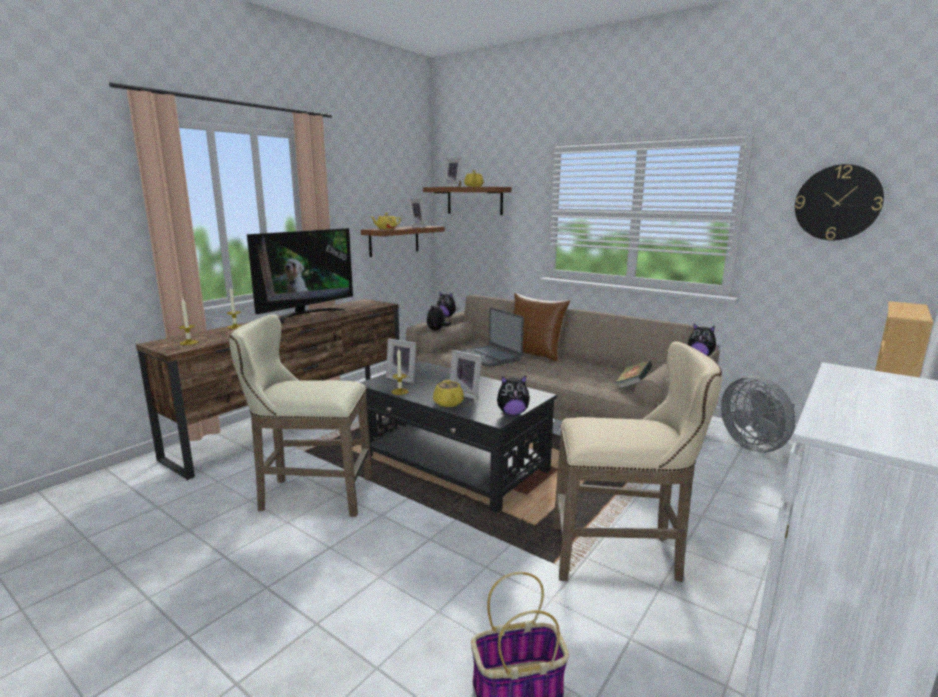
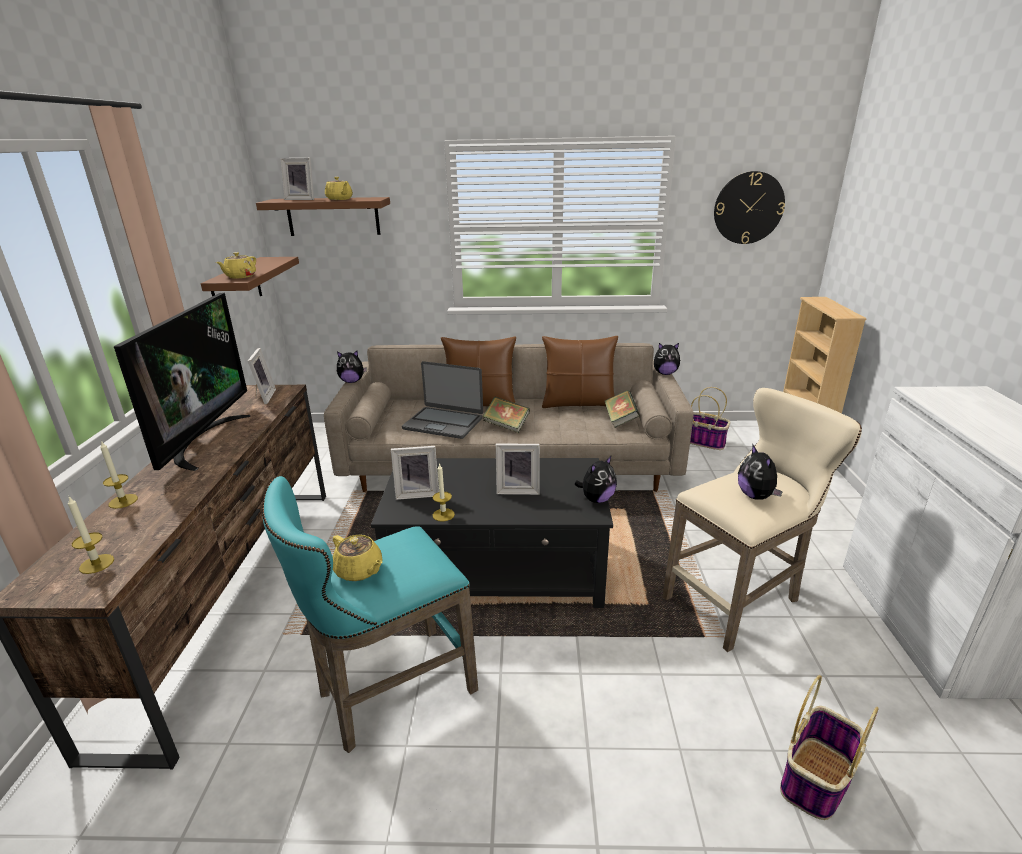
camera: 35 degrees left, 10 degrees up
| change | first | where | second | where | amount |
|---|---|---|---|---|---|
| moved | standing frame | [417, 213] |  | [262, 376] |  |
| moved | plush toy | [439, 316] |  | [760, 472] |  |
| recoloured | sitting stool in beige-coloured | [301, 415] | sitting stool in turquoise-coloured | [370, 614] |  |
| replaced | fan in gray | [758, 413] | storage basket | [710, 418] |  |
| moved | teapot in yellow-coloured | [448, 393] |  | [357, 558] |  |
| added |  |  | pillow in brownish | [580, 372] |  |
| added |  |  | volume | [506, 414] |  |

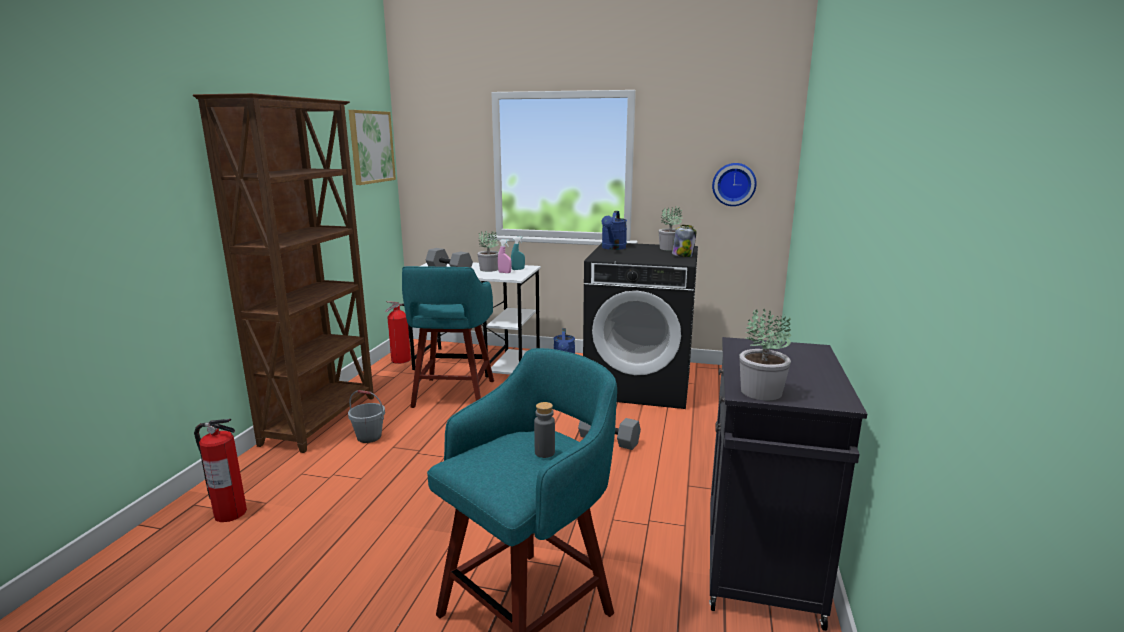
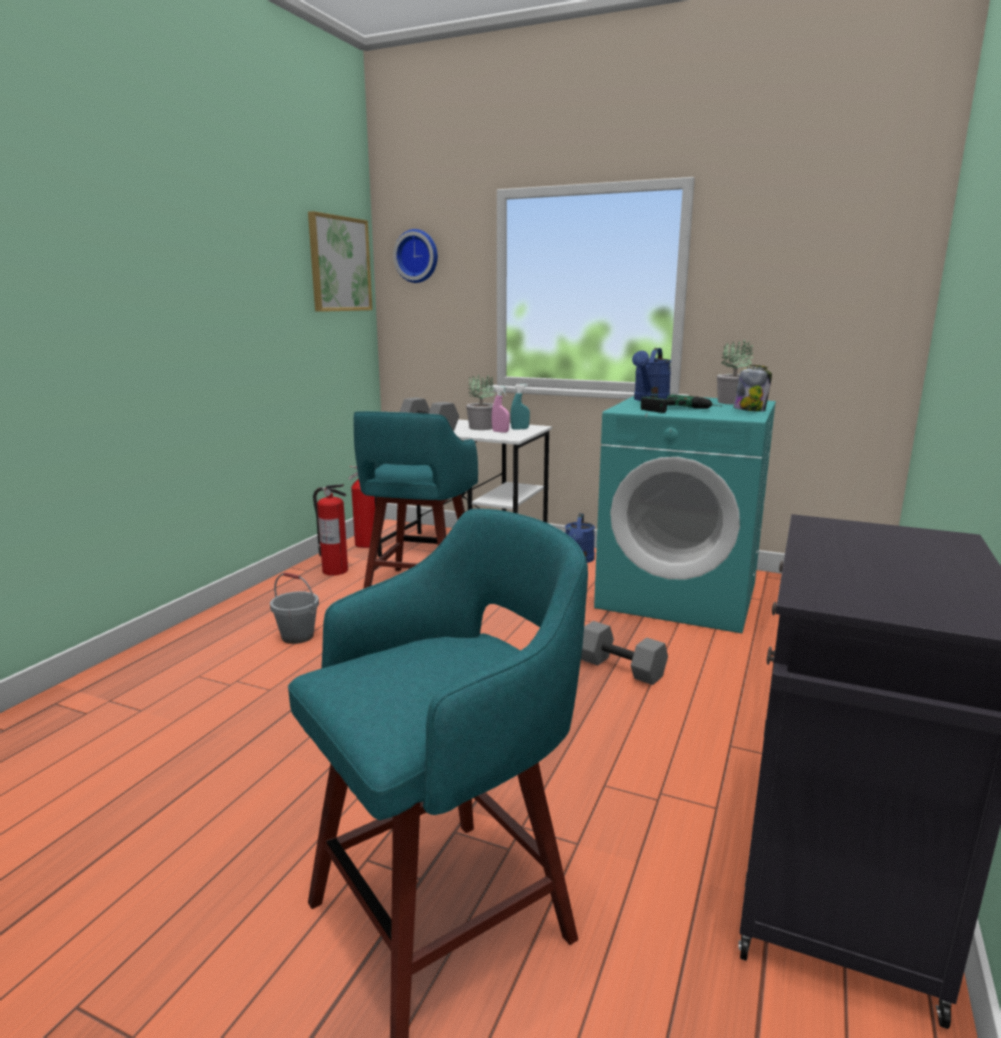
camera: 10 degrees right, 0 degrees up
| change | first | where | second | where | amount |
|---|---|---|---|---|---|
| removed | bookshelf in brownish | [283, 273] |  |  |  |
| moved | clock on the wall | [734, 184] |  | [415, 256] |  |
| recoloured | washing machine in blackish | [640, 326] | washing machine in turquoise-coloured | [685, 514] |  |
| removed | houseplant | [765, 354] |  |  |  |
| removed | drink bottle in gray | [544, 430] |  |  |  |
| moved | extinguisher | [220, 470] |  | [330, 529] |  |
| added |  |  | drill | [680, 403] |  |

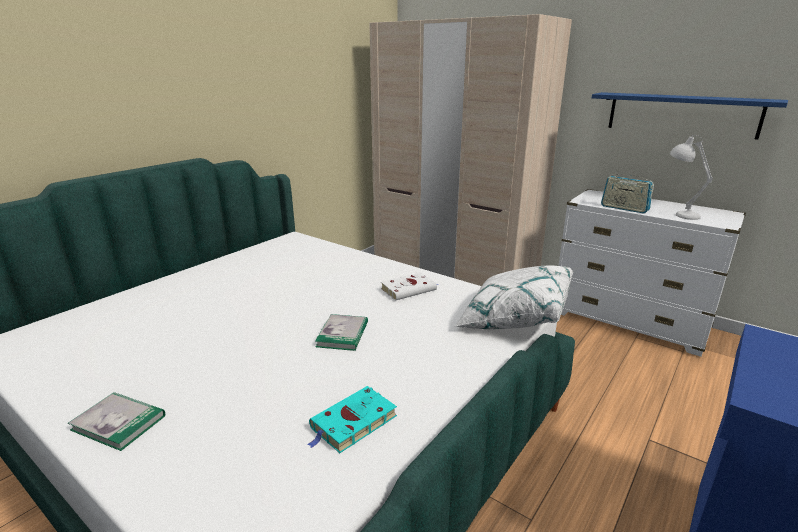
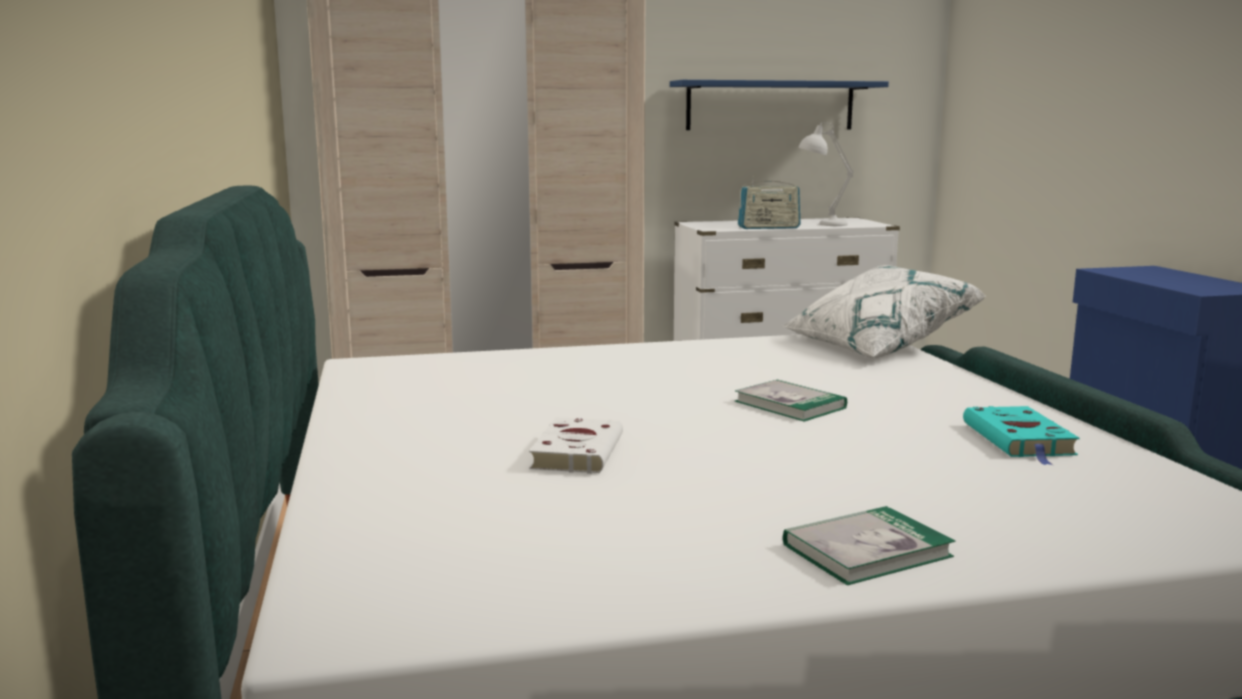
camera: 50 degrees left, 10 degrees down
| change | first | where | second | where | amount |
|---|---|---|---|---|---|
| moved | volume in white | [410, 286] |  | [576, 445] |  |

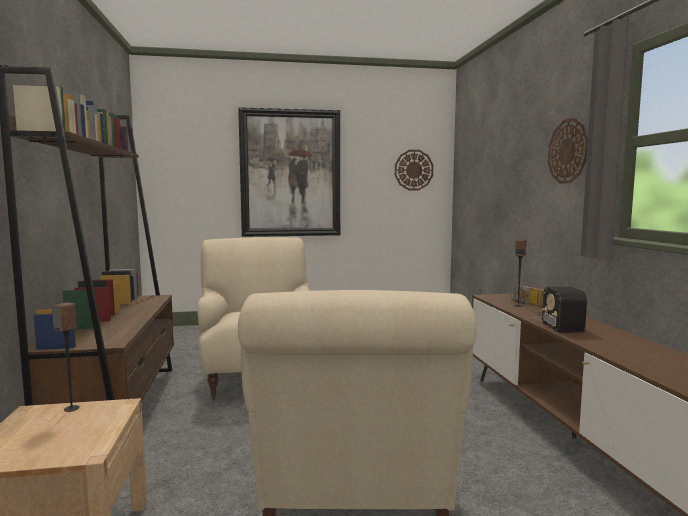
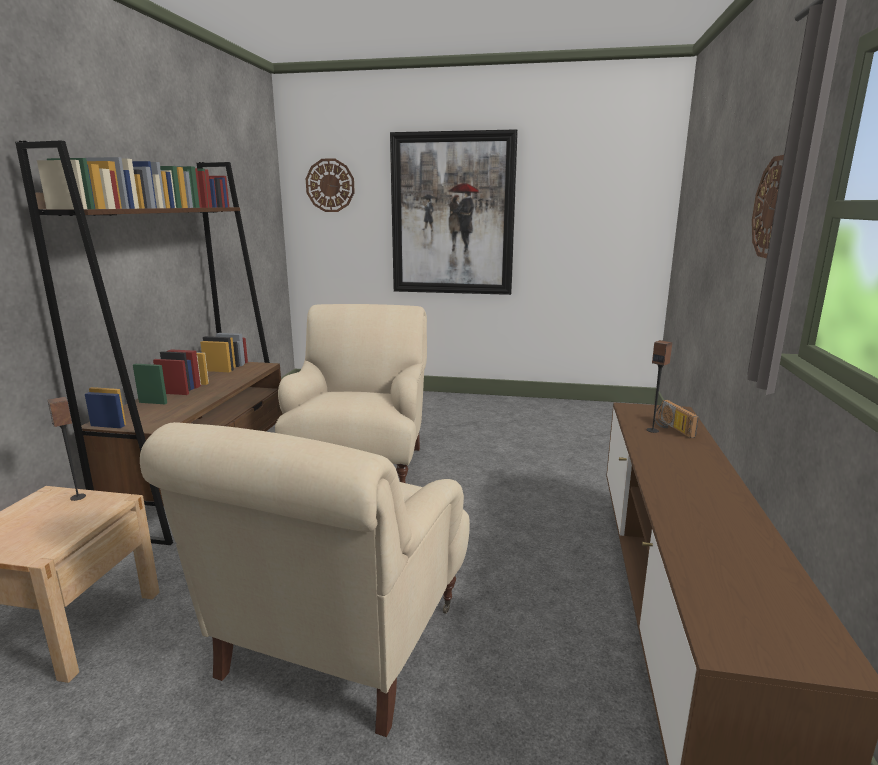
camera: 20 degrees right, 10 degrees up
| change | first | where | second | where | amount |
|---|---|---|---|---|---|
| moved | clock on the wall | [414, 170] |  | [330, 185] |  |
| removed | radio receiver | [560, 310] |  |  |  |

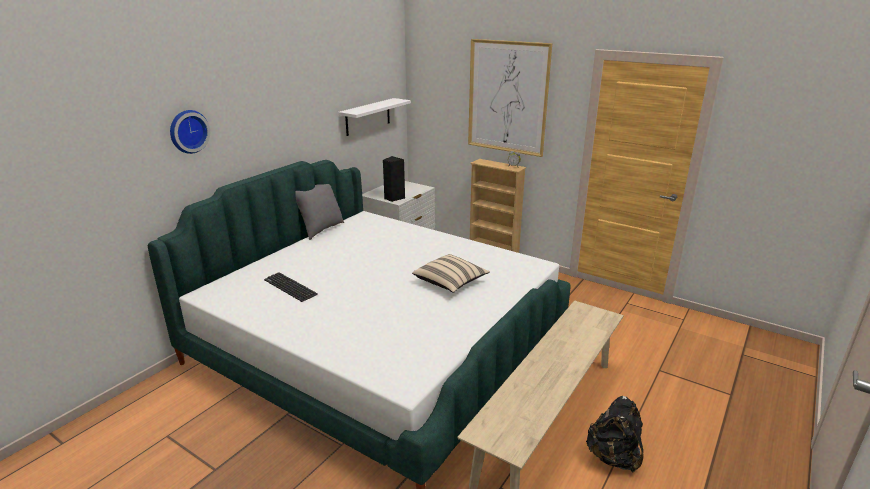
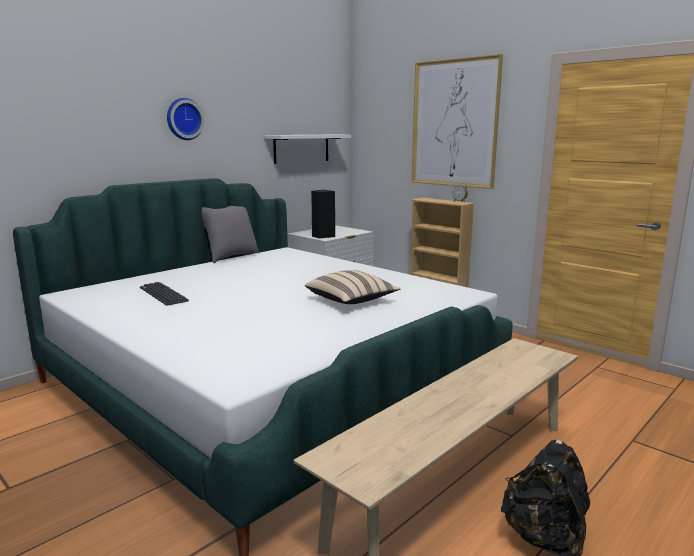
camera: 10 degrees right, 10 degrees down
| change | first | where | second | where | amount |
|---|---|---|---|---|---|
| moved | clock on the wall | [190, 132] |  | [185, 119] |  |

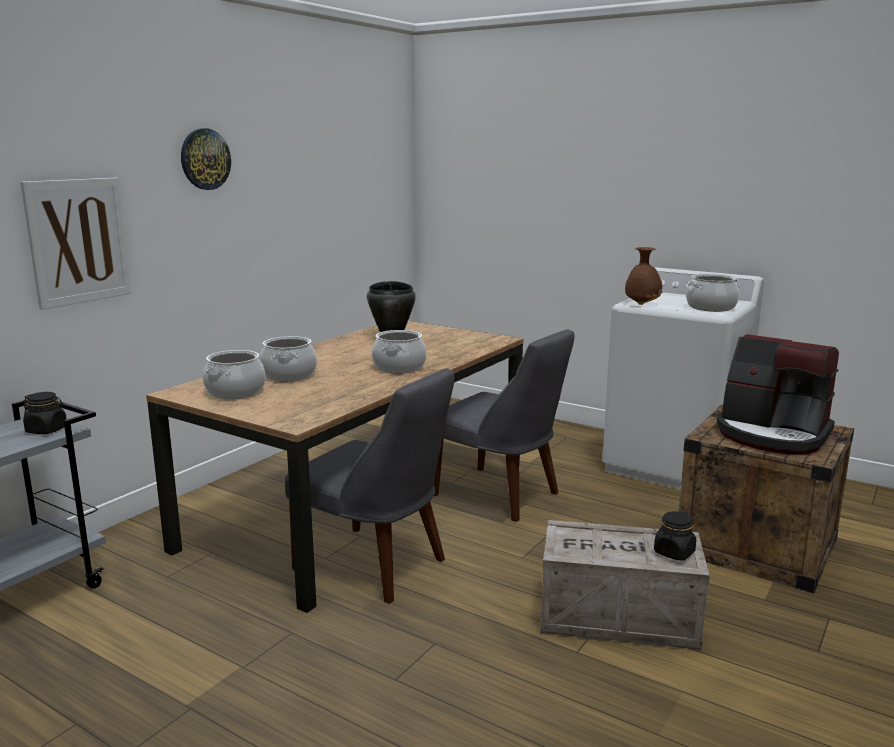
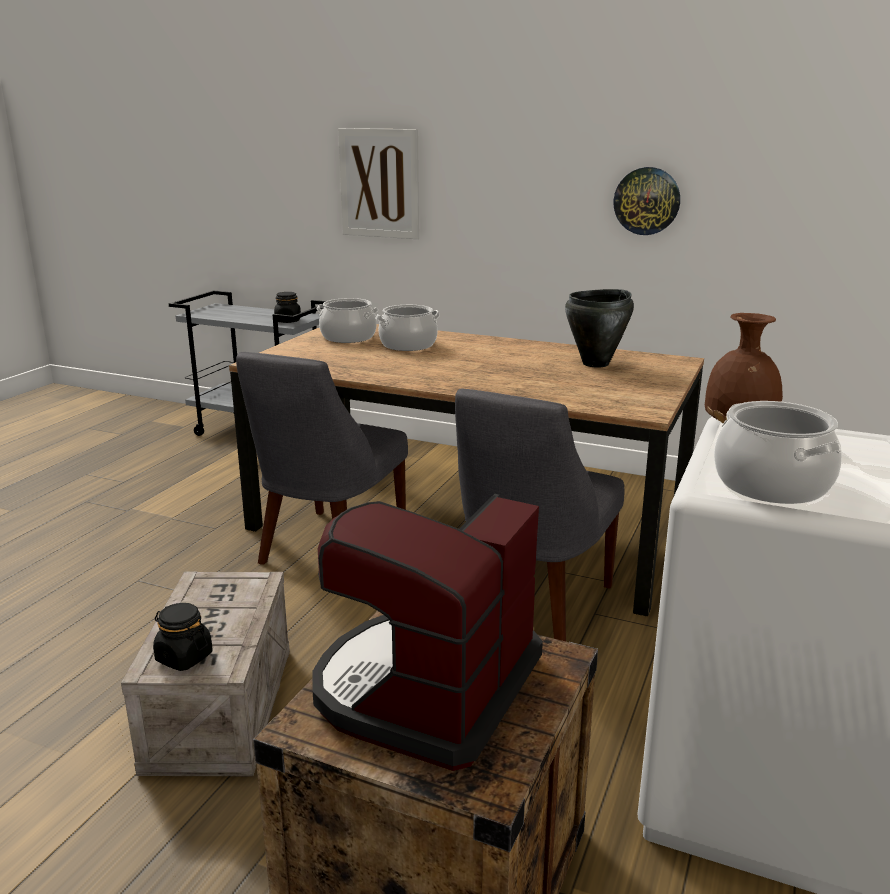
camera: 80 degrees right, 5 degrees up
| change | first | where | second | where | amount |
|---|---|---|---|---|---|
| moved | clock on the wall | [206, 159] |  | [646, 201] |  |
| removed | saucepot | [399, 351] |  |  |  |

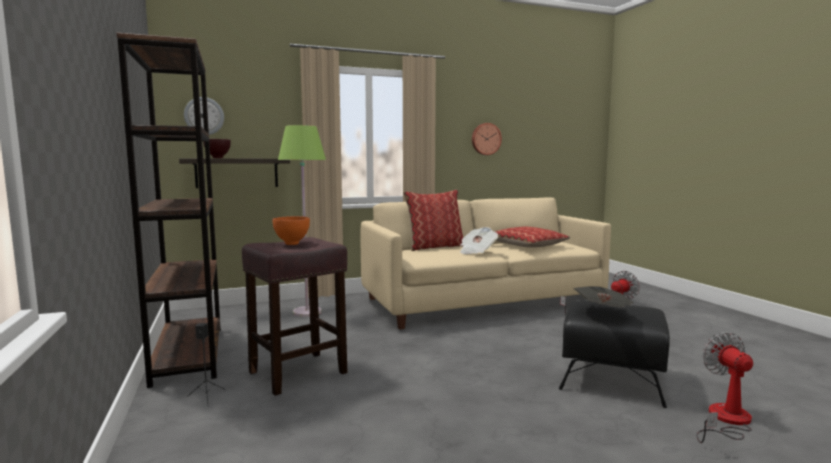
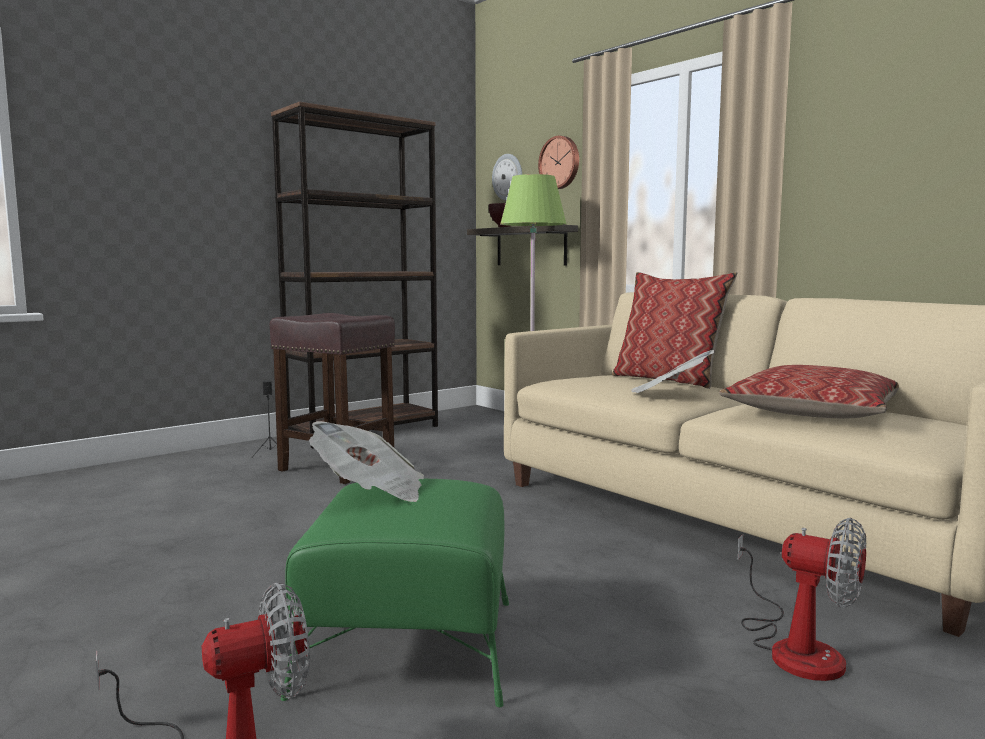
camera: 70 degrees right, 0 degrees up
| change | first | where | second | where | amount |
|---|---|---|---|---|---|
| moved | clock on the wall | [487, 139] |  | [558, 162] |  |
| removed | deep dish in orange | [291, 230] |  |  |  |
| recoloured | ottoman in blackish | [614, 354] | ottoman in green | [395, 593] |  |

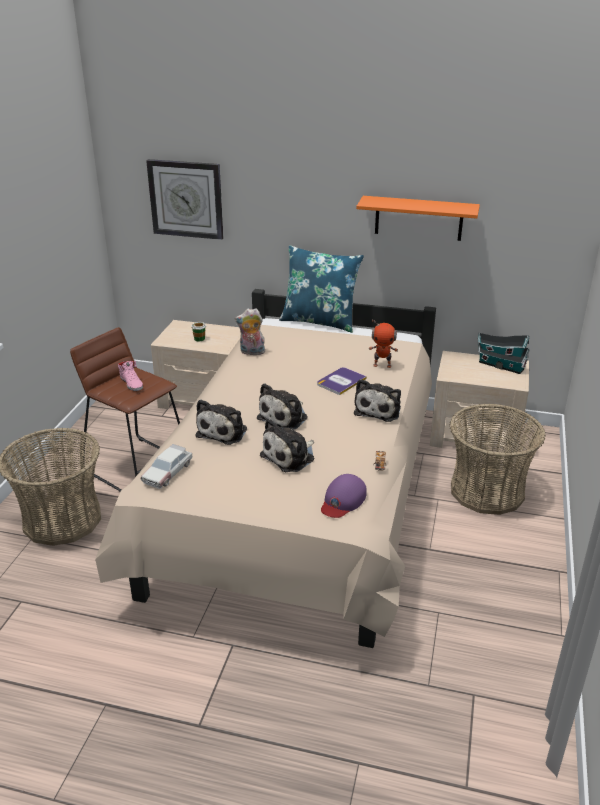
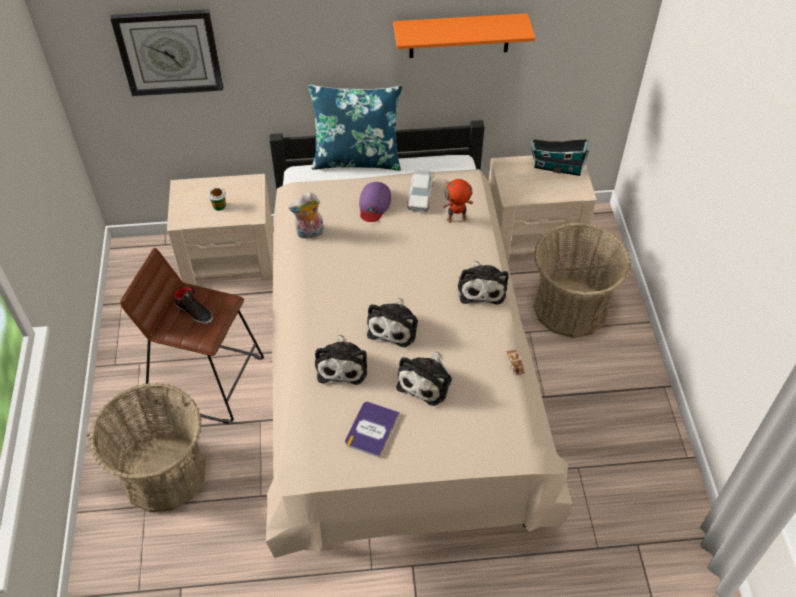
camera: 20 degrees left, 20 degrees up
| change | first | where | second | where | amount |
|---|---|---|---|---|---|
| recoloured | low shoe in pinkish | [130, 376] | low shoe in blackish | [193, 305] |  |
| moved | volume | [342, 381] |  | [372, 430] |  |
| moved | toy car | [166, 466] |  | [420, 191] |  |
| moved | peaked cap in purple | [344, 496] |  | [375, 202] |  |

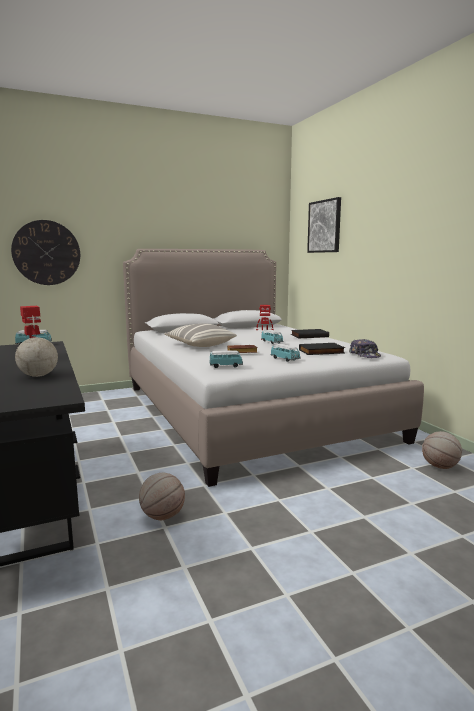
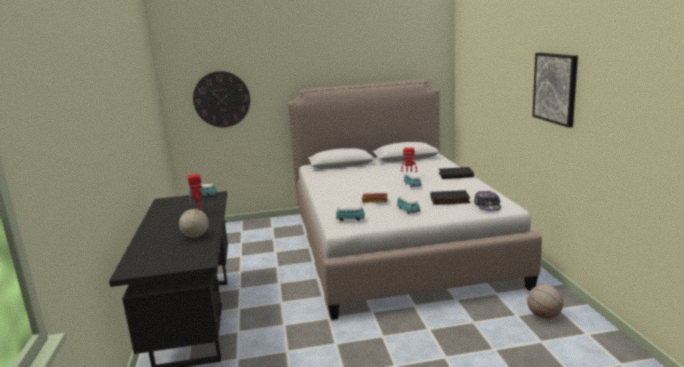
camera: 15 degrees right, 5 degrees up
| change | first | where | second | where | amount |
|---|---|---|---|---|---|
| moved | wall art | [324, 225] |  | [555, 90] |  |
| removed | pillow | [200, 335] |  |  |  |
| removed | basketball | [162, 496] |  |  |  |

